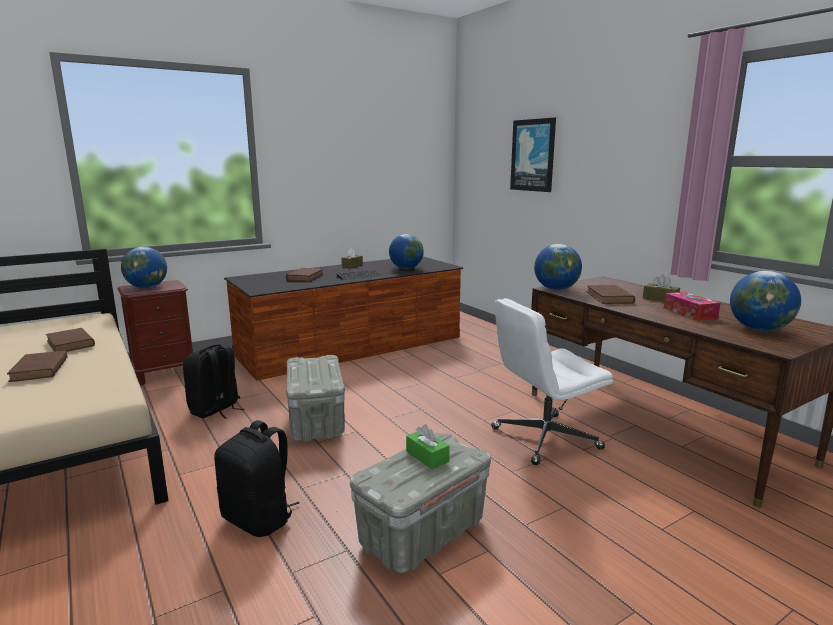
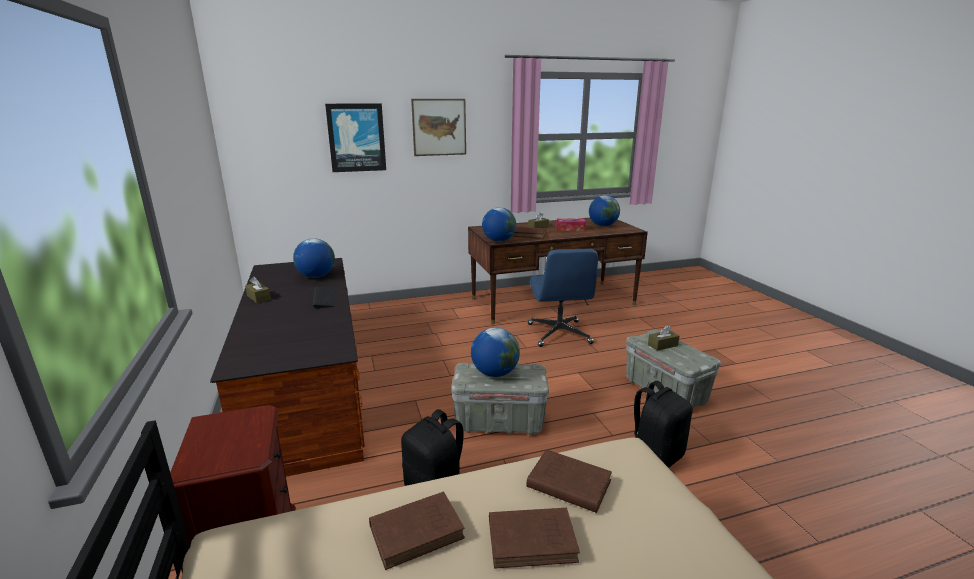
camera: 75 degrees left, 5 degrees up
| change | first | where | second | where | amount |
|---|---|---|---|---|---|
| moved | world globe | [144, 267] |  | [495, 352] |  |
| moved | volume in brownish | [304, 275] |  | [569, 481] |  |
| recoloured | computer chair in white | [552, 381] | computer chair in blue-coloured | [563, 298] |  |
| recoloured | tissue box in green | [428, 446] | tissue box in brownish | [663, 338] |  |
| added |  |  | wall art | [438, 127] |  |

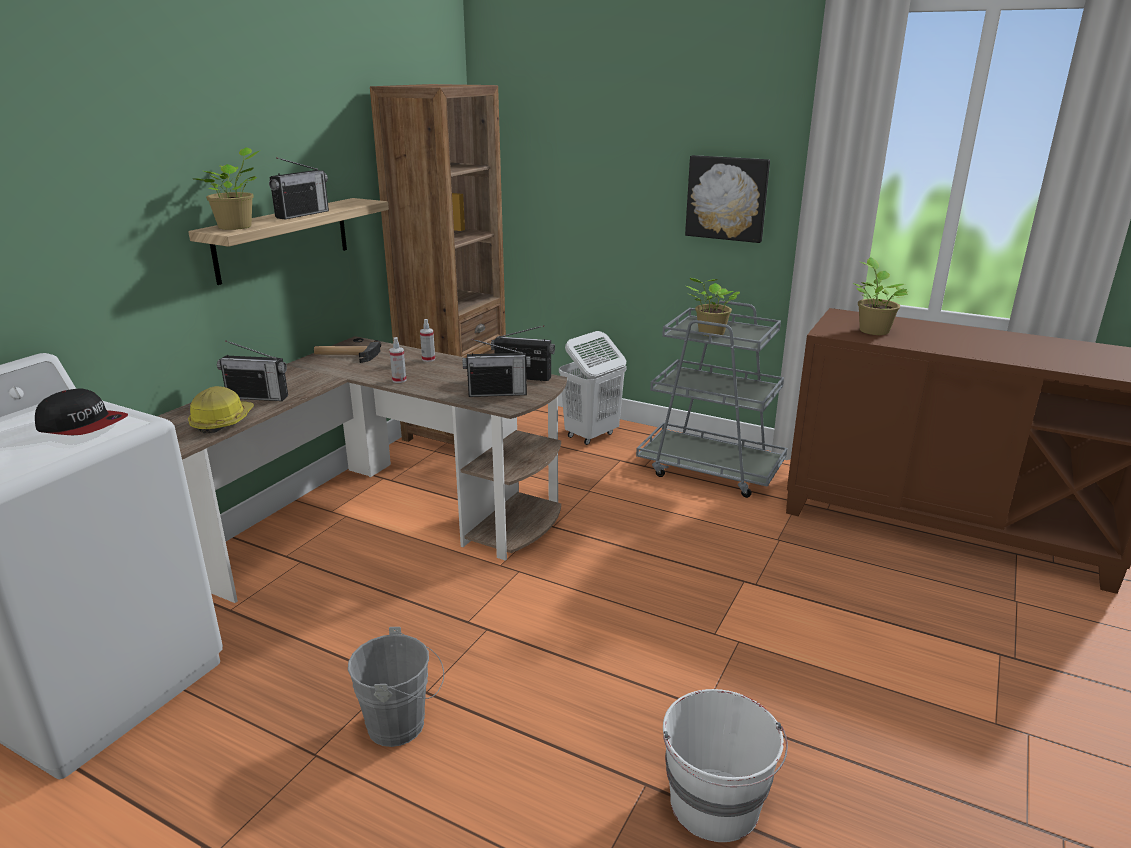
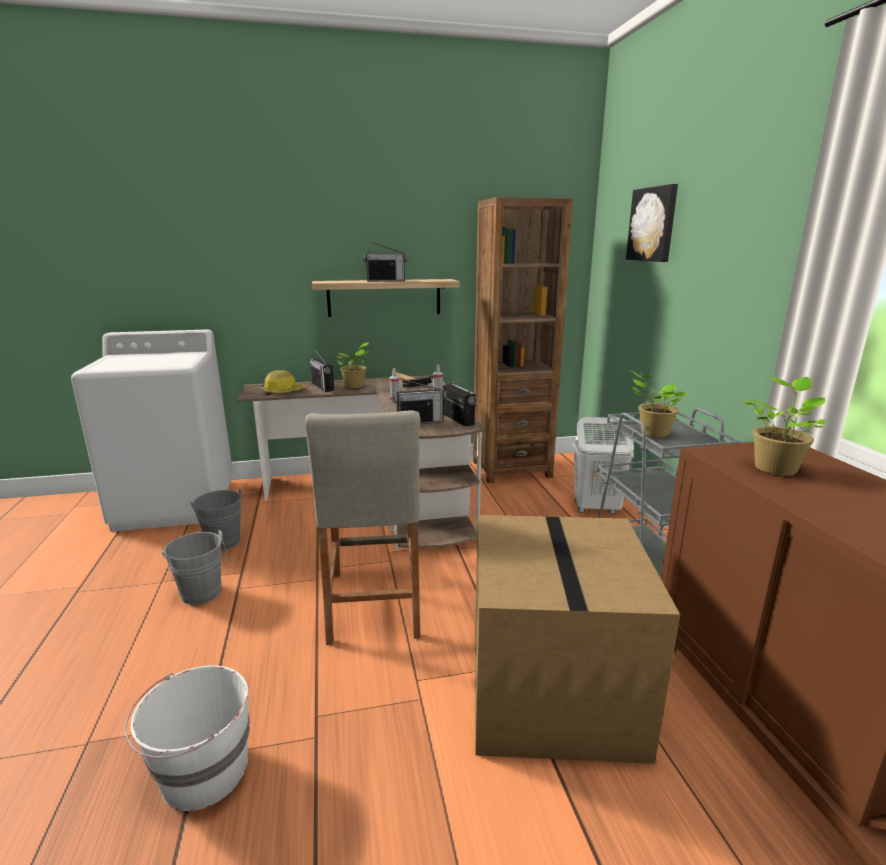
camera: 50 degrees right, 5 degrees down
| change | first | where | second | where | amount |
|---|---|---|---|---|---|
| moved | houseplant | [226, 188] |  | [352, 365] |  |
| moved | wall art | [727, 199] |  | [652, 223] |  |
| turned | radio receiver | [496, 368] |  | [420, 401] | 60 degrees counterclockwise |
| removed | peaked cap | [81, 412] |  |  |  |
| added |  |  | sitting stool in beige-coloured | [362, 528] |  |
| added |  |  | pail in gray | [218, 519] |  |
| added |  |  | carton | [577, 639] |  |

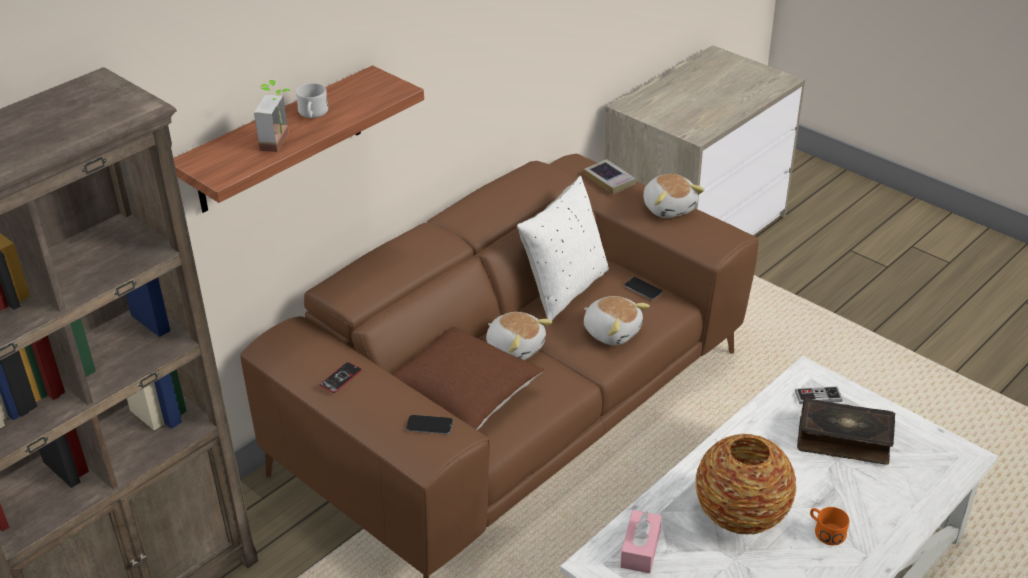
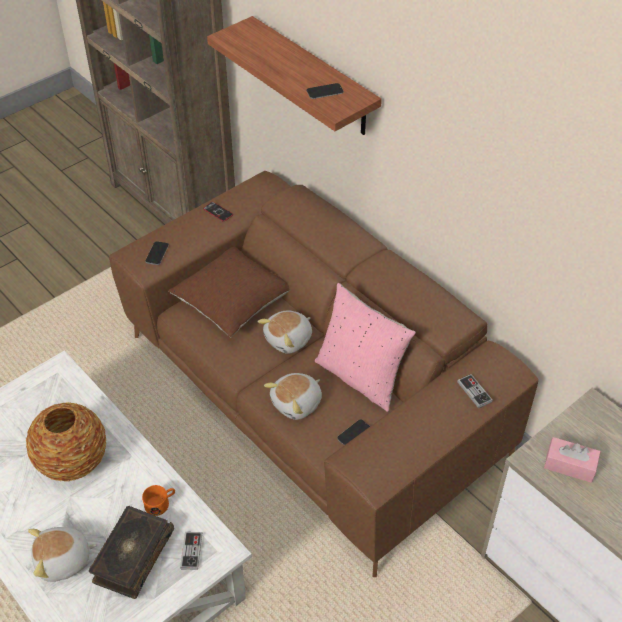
camera: 95 degrees right, 10 degrees up
| change | first | where | second | where | amount |
|---|---|---|---|---|---|
| removed | houseplant | [272, 116] |  |  |  |
| removed | coffee mug in white | [312, 100] |  |  |  |
| replaced | volume | [610, 176] | gamepad | [475, 391] |  |
| moved | plush toy | [673, 196] |  | [62, 554] |  |
| recoloured | pillow in white | [563, 248] | pillow in pinkish | [365, 347] |  |
| moved | coffee mug in orange | [829, 526] |  | [158, 500] |  |
| moved | tissue box in pinkish | [641, 541] |  | [572, 460] |  |
| added |  |  | telephone | [325, 91] |  |

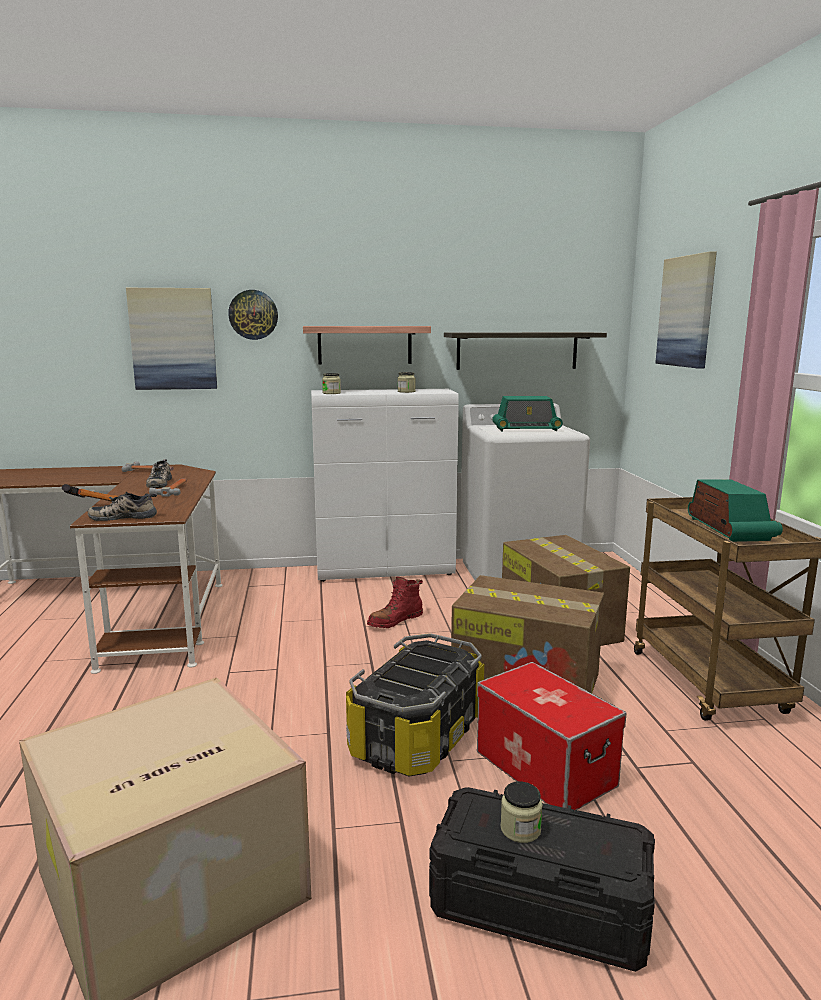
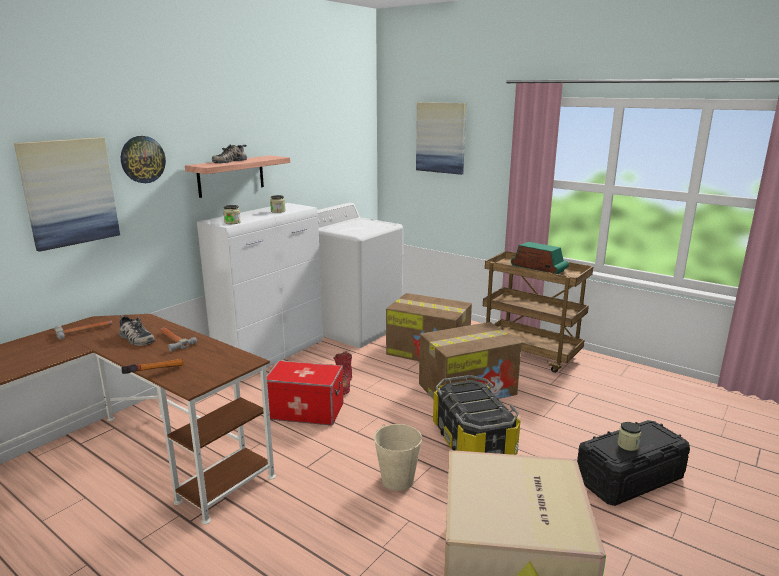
camera: 45 degrees left, 5 degrees up
| change | first | where | second | where | amount |
|---|---|---|---|---|---|
| removed | bracket shelf | [525, 351] |  |  |  |
| removed | radio receiver | [527, 414] |  |  |  |
| moved | low shoe | [122, 506] |  | [229, 153] |  |
| moved | storage box | [551, 736] |  | [305, 393] |  |
| added |  |  | pail in beige-coloured | [397, 457] |  |

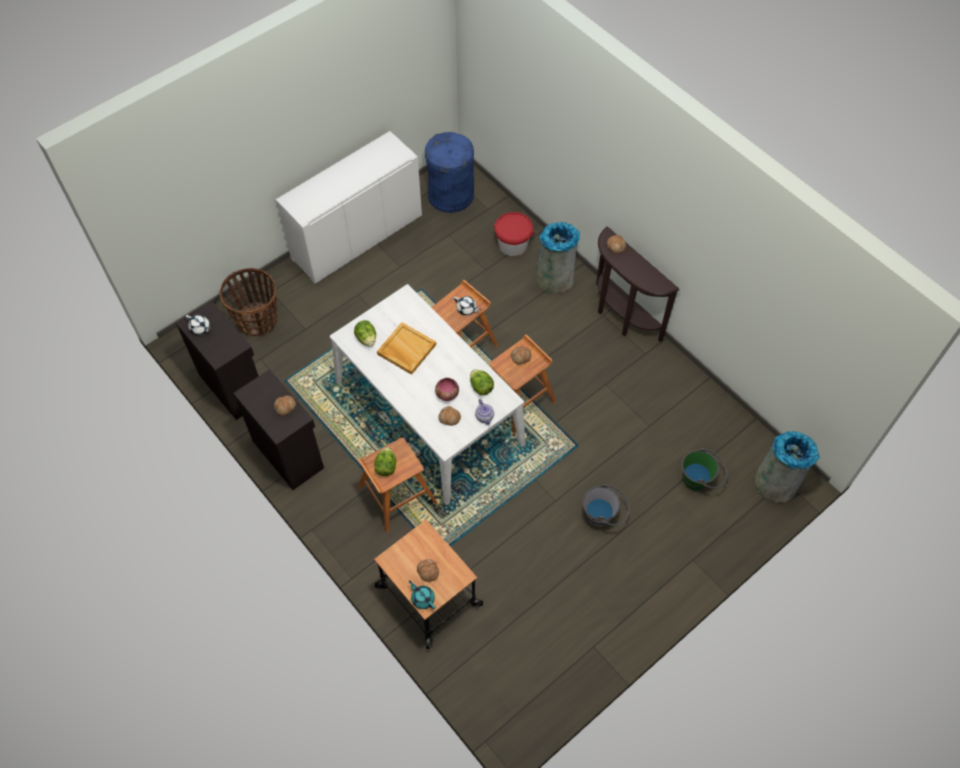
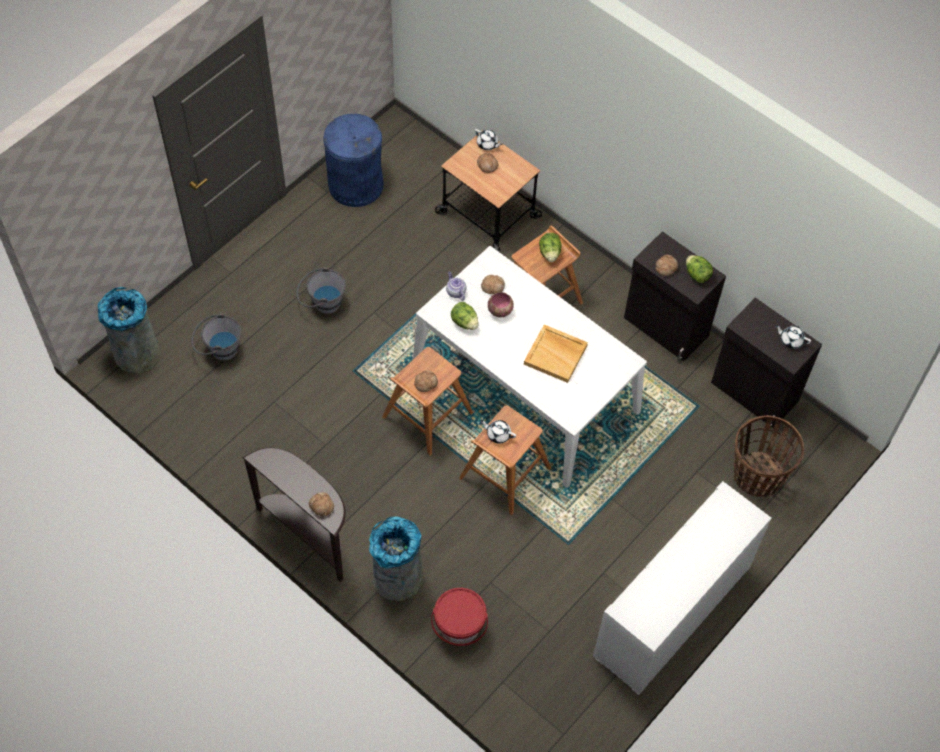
camera: 170 degrees right, 0 degrees up
| change | first | where | second | where | amount |
|---|---|---|---|---|---|
| moved | waste bin in blue-coloured | [449, 172] |  | [353, 160] |  |
| moved | lettuce head | [365, 333] |  | [699, 269] |  |
| recoloured | pail in green | [704, 469] | pail in gray | [216, 337] |  |
| recoloured | teapot in turquoise-coloured | [422, 594] | teapot in white | [488, 139] |  |

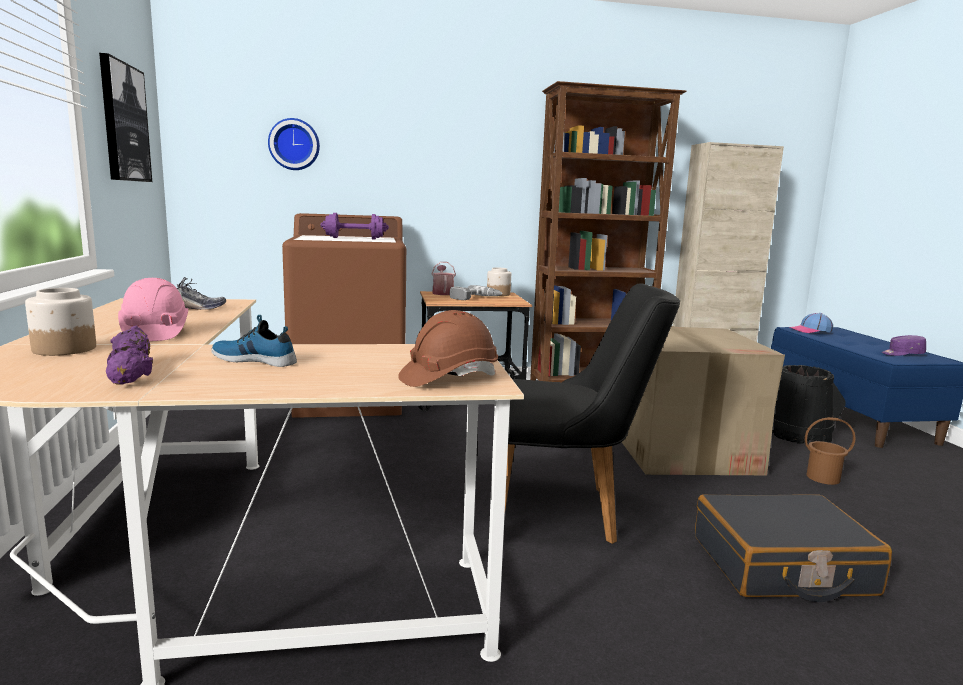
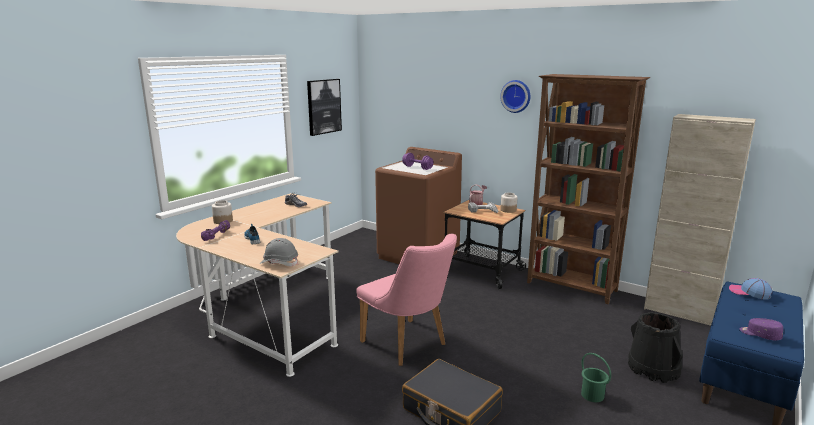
camera: 45 degrees right, 5 degrees up
| change | first | where | second | where | amount |
|---|---|---|---|---|---|
| moved | clock on the wall | [294, 144] |  | [515, 96] |  |
| removed | safety helmet in pinkish | [153, 309] |  |  |  |
| recoloured | plain chair in blackish | [592, 413] | plain chair in pinkish | [406, 300] |  |
| recoloured | safety helmet in brownish | [448, 348] | safety helmet in gray | [279, 252] |  |
| removed | carton | [703, 400] |  |  |  |
| recoloured | pail in brownish | [830, 451] | pail in green | [596, 377] |  |

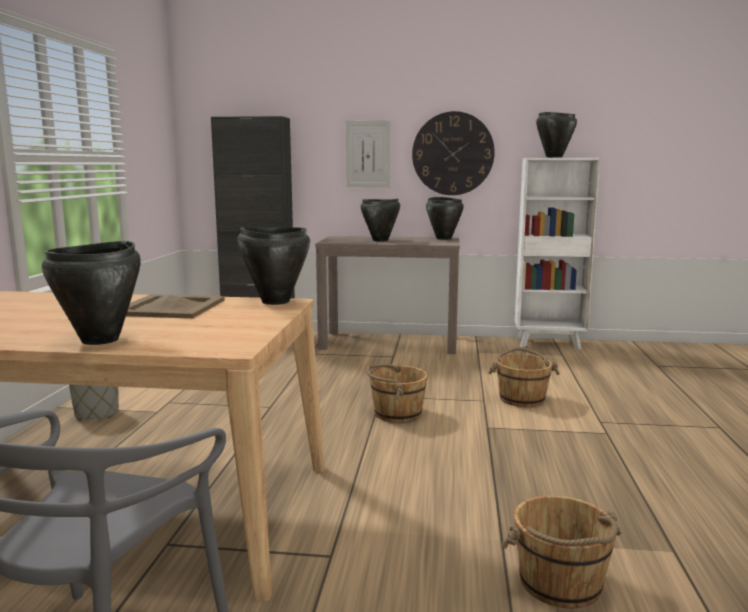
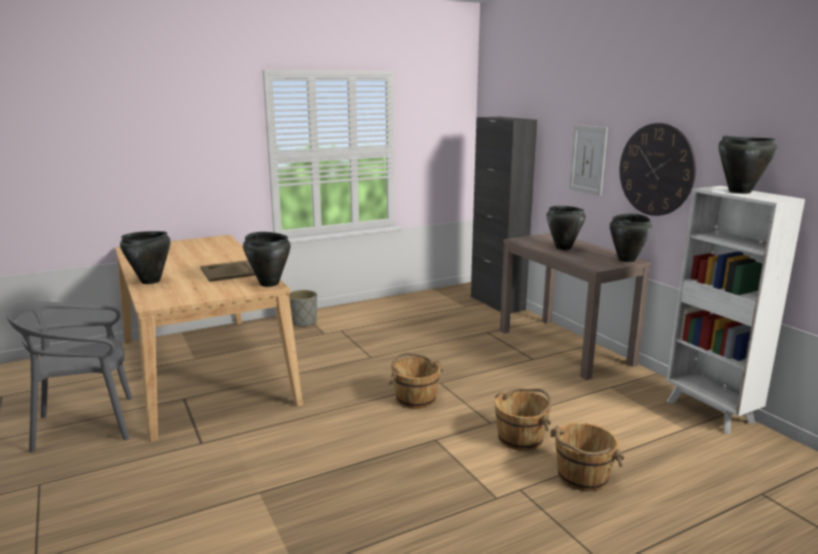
camera: 55 degrees right, 5 degrees up
| change | first | where | second | where | amount |
|---|---|---|---|---|---|
| moved | pail in brownish | [561, 551] |  | [587, 457] |  |

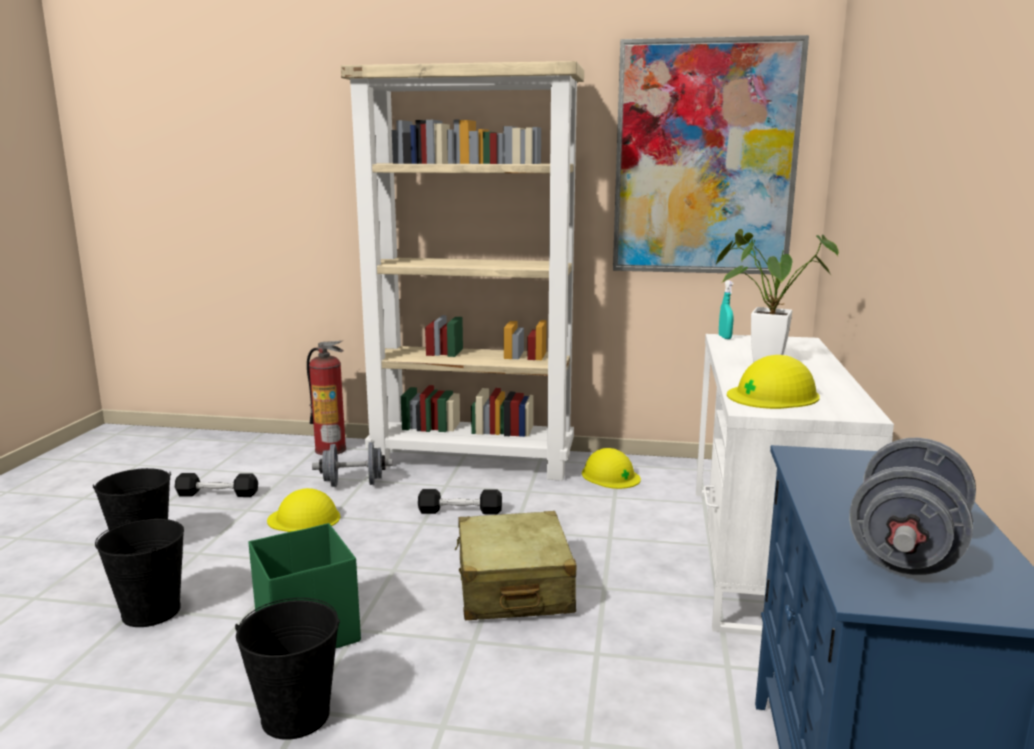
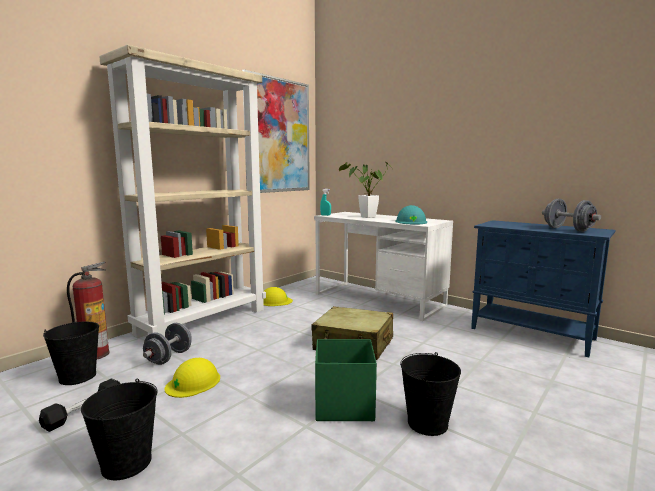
camera: 60 degrees left, 5 degrees down
| change | first | where | second | where | amount |
|---|---|---|---|---|---|
| recoloured | safety helmet in yellow-coloured | [773, 382] | safety helmet in turquoise-coloured | [411, 214] |  |
| removed | hand weight in blackish | [460, 501] |  |  |  |
| moved | pail in blackish | [139, 573] |  | [71, 353] |  |

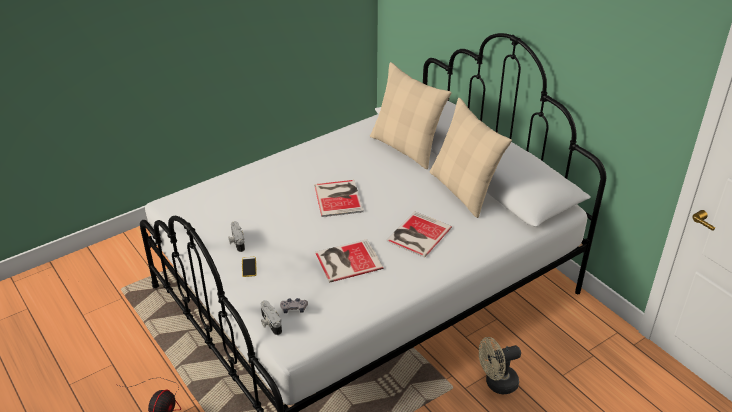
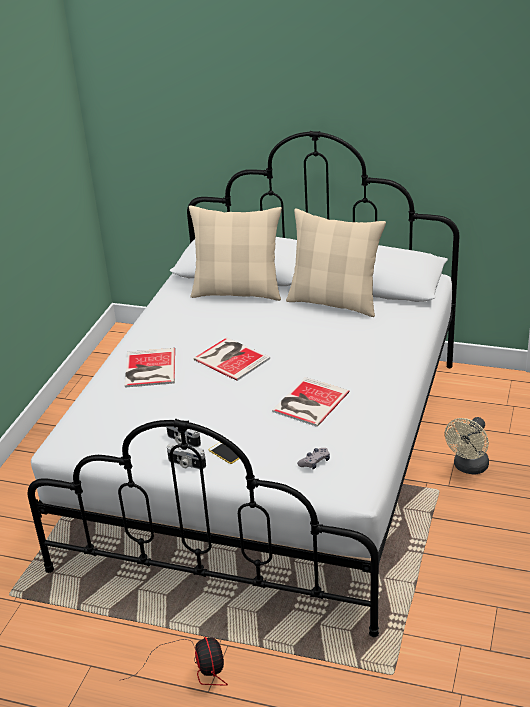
camera: 35 degrees left, 5 degrees down
| change | first | where | second | where | amount |
|---|---|---|---|---|---|
| moved | volume | [419, 234] |  | [150, 368] |  |
| moved | photo camera | [271, 318] |  | [186, 456] |  |

